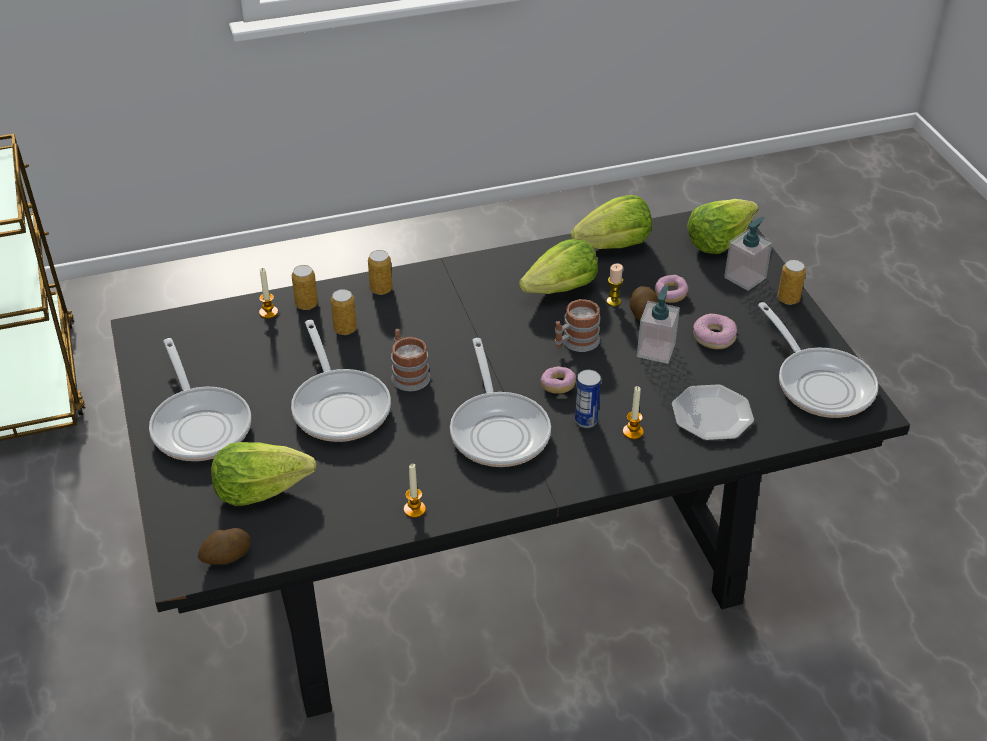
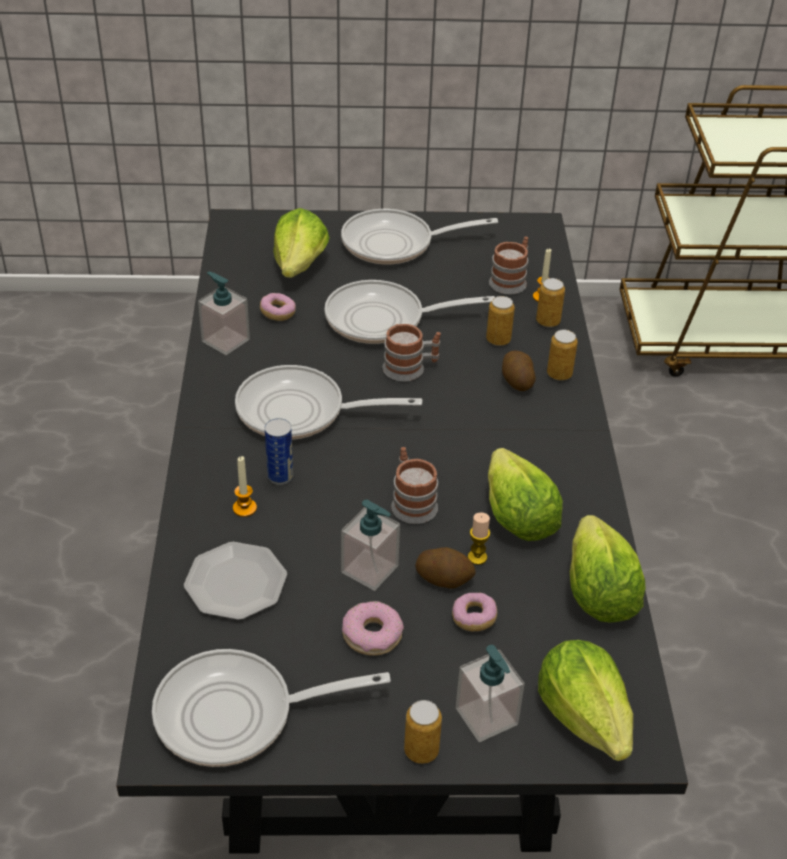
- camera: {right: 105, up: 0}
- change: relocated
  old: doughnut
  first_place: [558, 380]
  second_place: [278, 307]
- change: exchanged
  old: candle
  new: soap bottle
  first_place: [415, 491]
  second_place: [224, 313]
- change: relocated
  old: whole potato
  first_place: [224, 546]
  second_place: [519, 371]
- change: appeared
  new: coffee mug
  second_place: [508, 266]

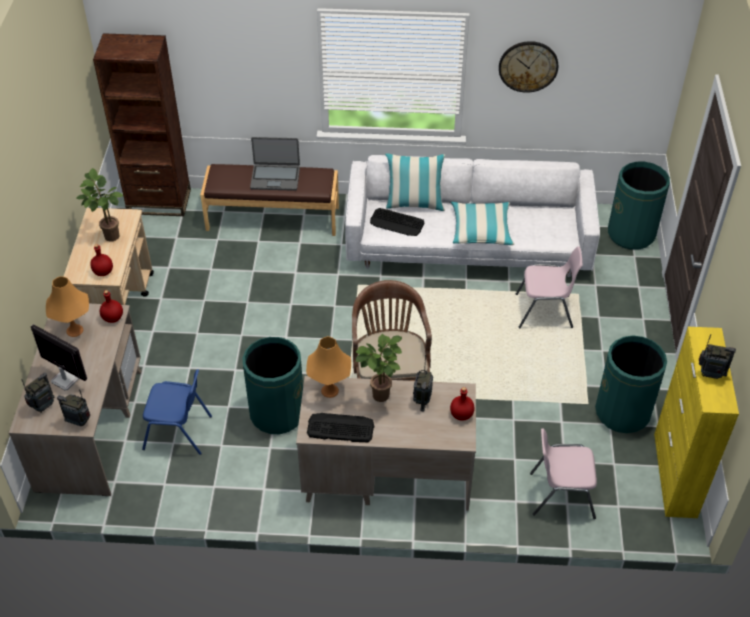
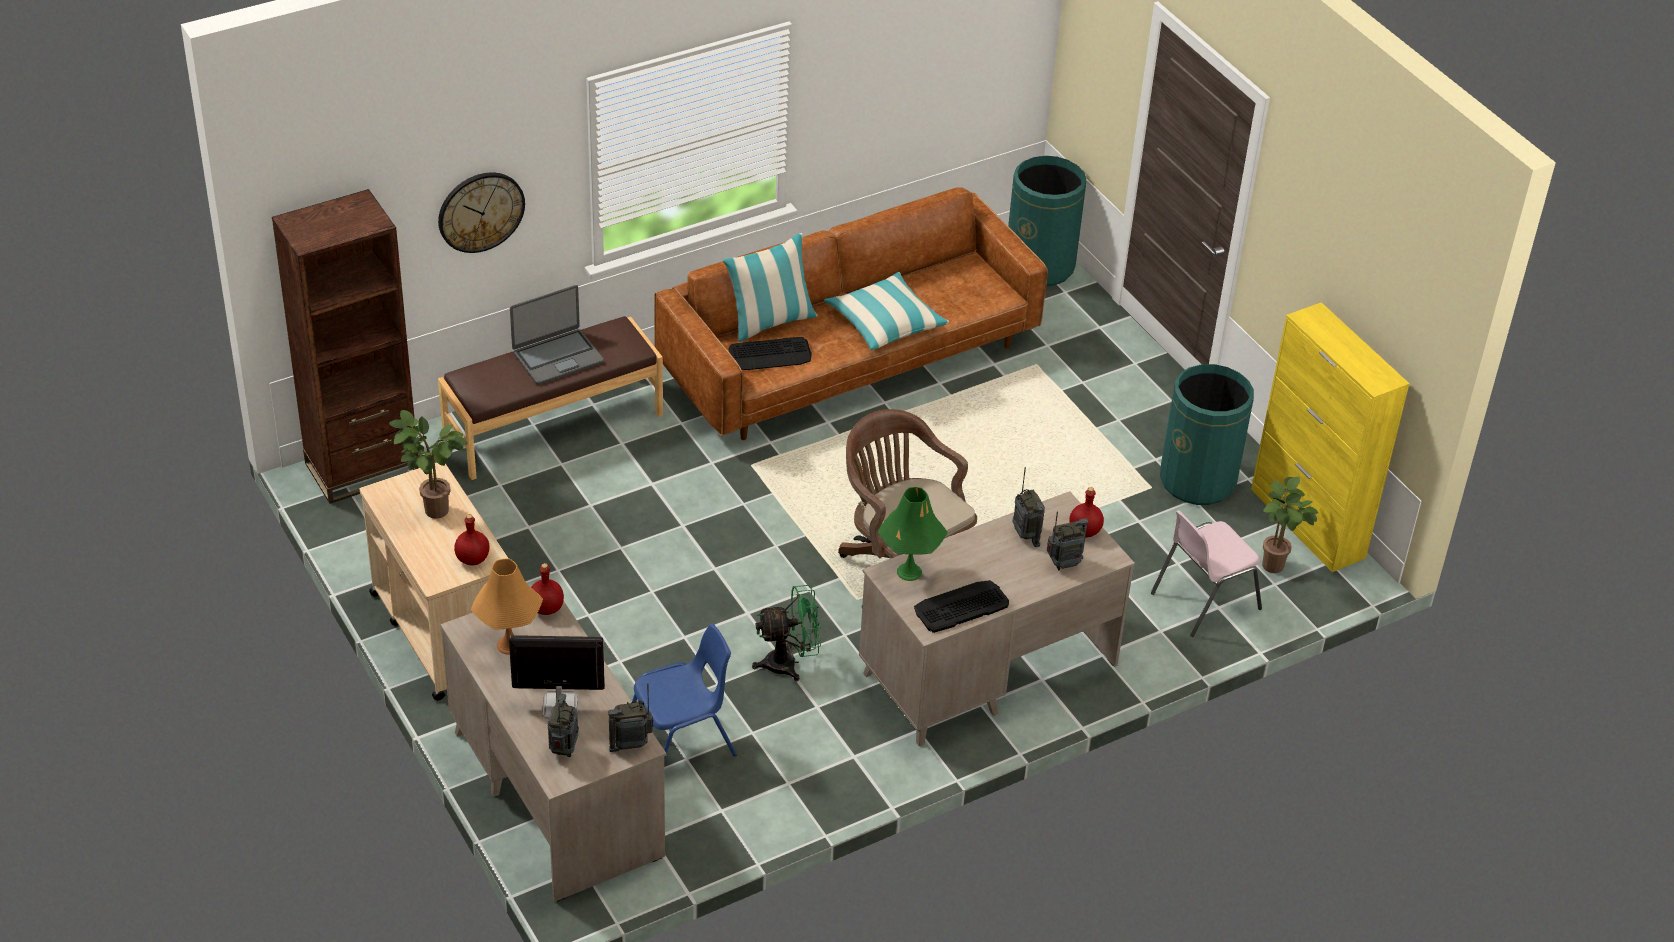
- camera: {right: -35, up: -5}
- change: relocated
  old: hanging clock
  first_place: [528, 67]
  second_place: [481, 213]
- change: colour
  old: white settee
  new: brown-coloured settee
  first_place: [472, 216]
  second_place: [851, 313]
- change: missing
  old: pink-coloured chair
  first_place: [549, 287]
- change: relocated
  old: potted plant
  first_place: [379, 368]
  second_place: [1290, 525]
- change: relocated
  old: radio
  first_place: [717, 356]
  second_place: [1067, 540]
- change: colour
  old: orange tabletop lamp
  new: greenish tabletop lamp
  first_place: [328, 367]
  second_place: [912, 534]
- change: exchanged
  old: greenish waste bin
  new: greenish electric fan
  first_place: [273, 385]
  second_place: [786, 633]

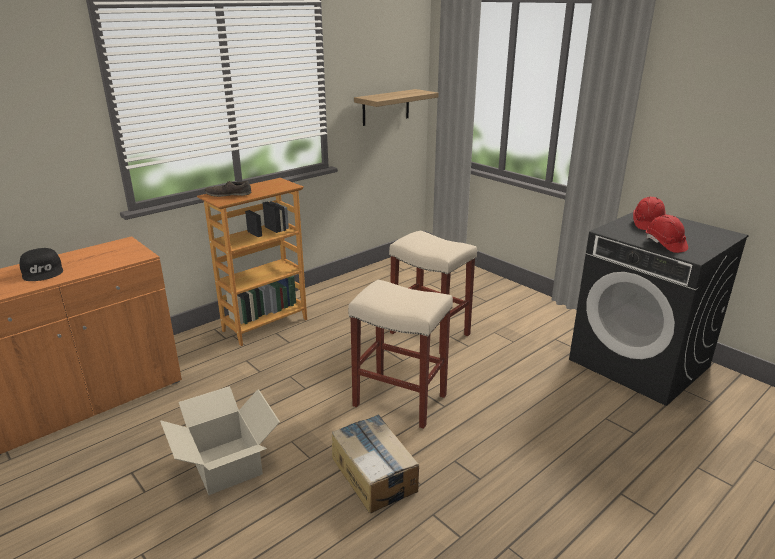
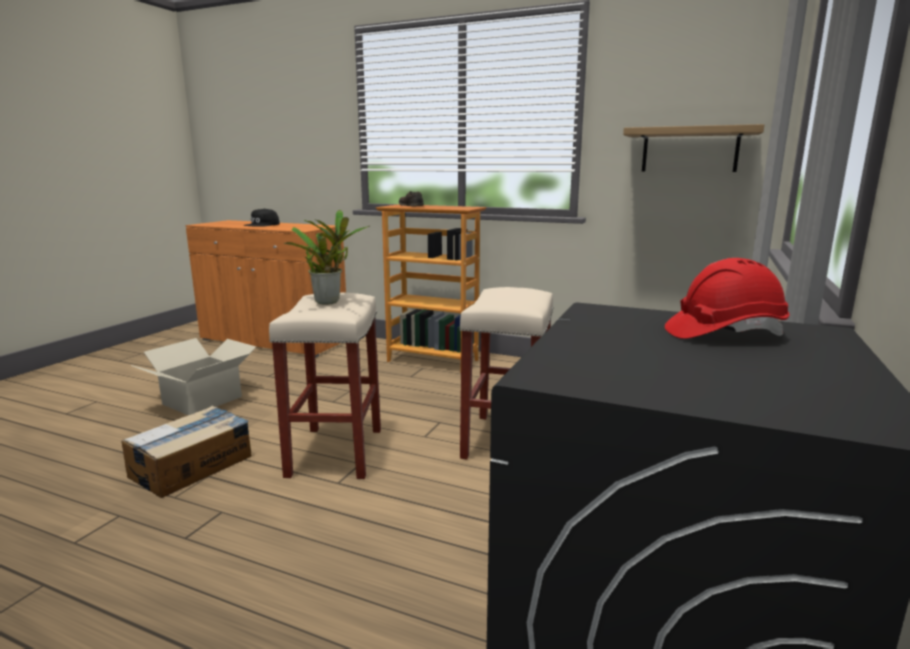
- camera: {right: 65, up: -10}
- change: missing
  old: red-coloured safety helmet
  first_place: [667, 234]
- change: appeared
  new: potted plant
  second_place: [326, 257]

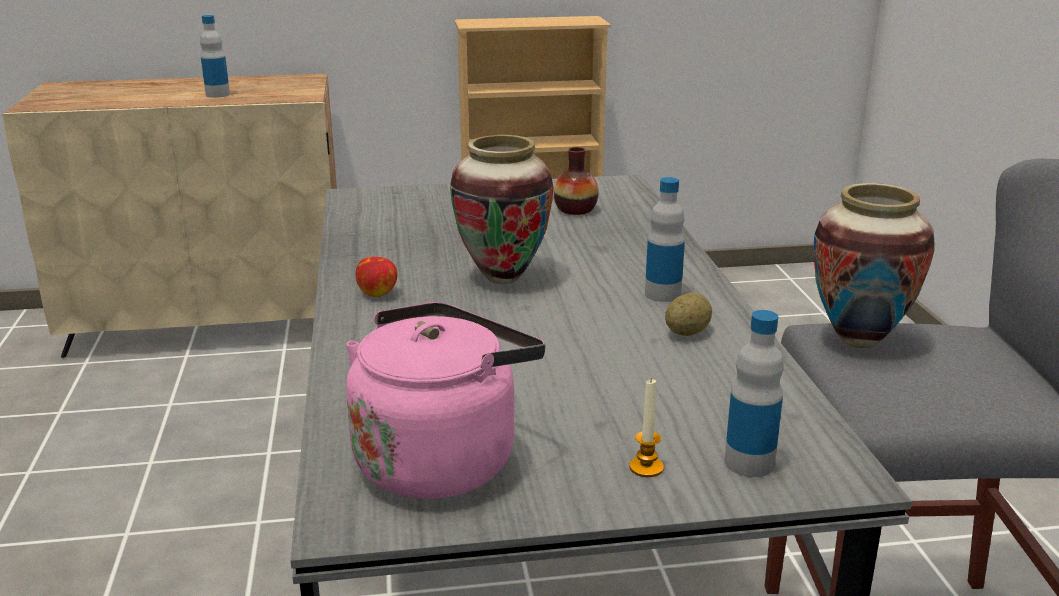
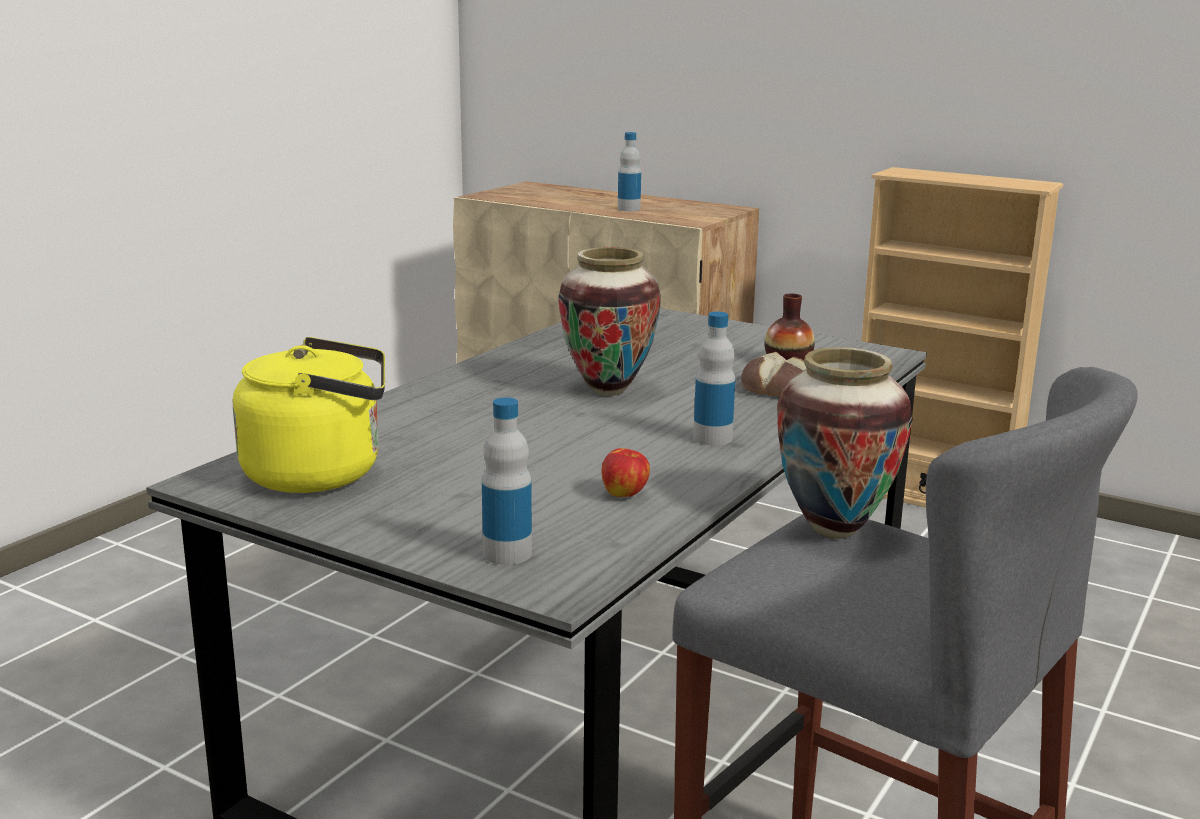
- camera: {right: 40, up: -5}
- change: relocated
  old: whole apple
  first_place: [377, 277]
  second_place: [625, 472]
- change: missing
  old: whole potato
  first_place: [688, 314]
- change: colour
  old: pink-coloured tea kettle
  new: yellow-coloured tea kettle
  first_place: [445, 400]
  second_place: [309, 415]
- change: missing
  old: candle
  first_place: [646, 427]
- change: appeared
  new: baked bread
  second_place: [774, 374]

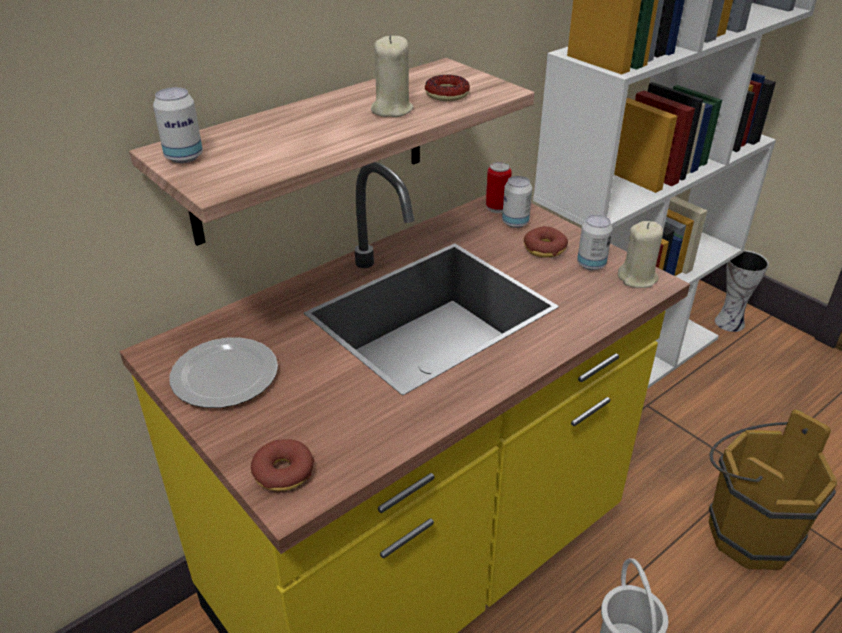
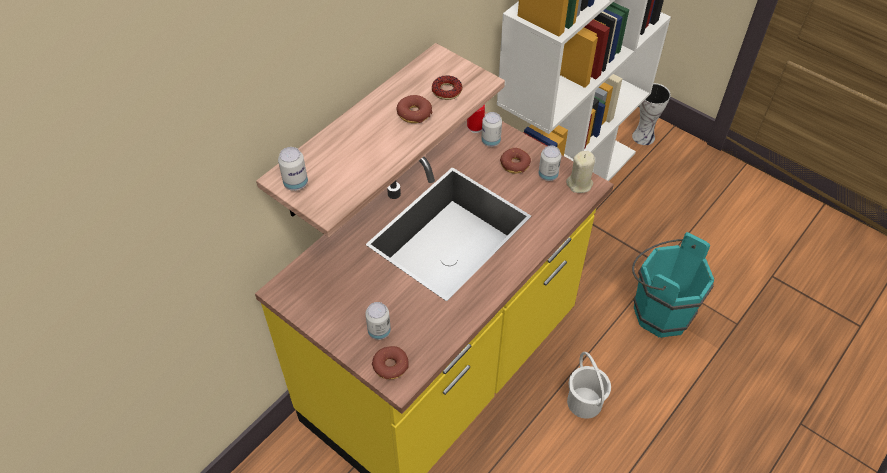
- camera: {right: -10, up: 15}
- change: exchanged
  old: sand-coloured candle
  new: doughnut
  first_place: [392, 76]
  second_place: [414, 109]
- change: missing
  old: flat dish
  first_place: [223, 372]
- change: colour
  old: brown-coloured pail
  new: turquoise-coloured pail
  first_place: [773, 489]
  second_place: [673, 285]
- change: appeared
  new: metal can
  second_place: [378, 321]

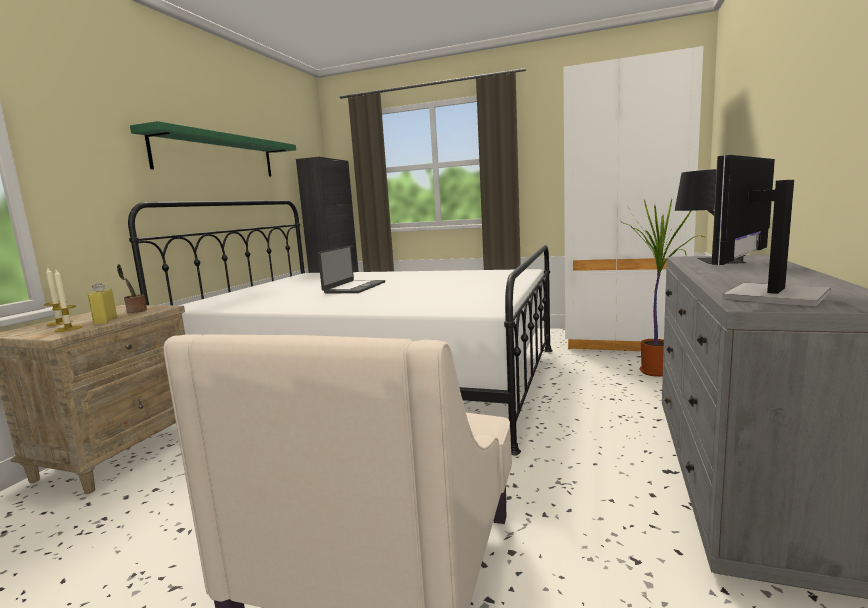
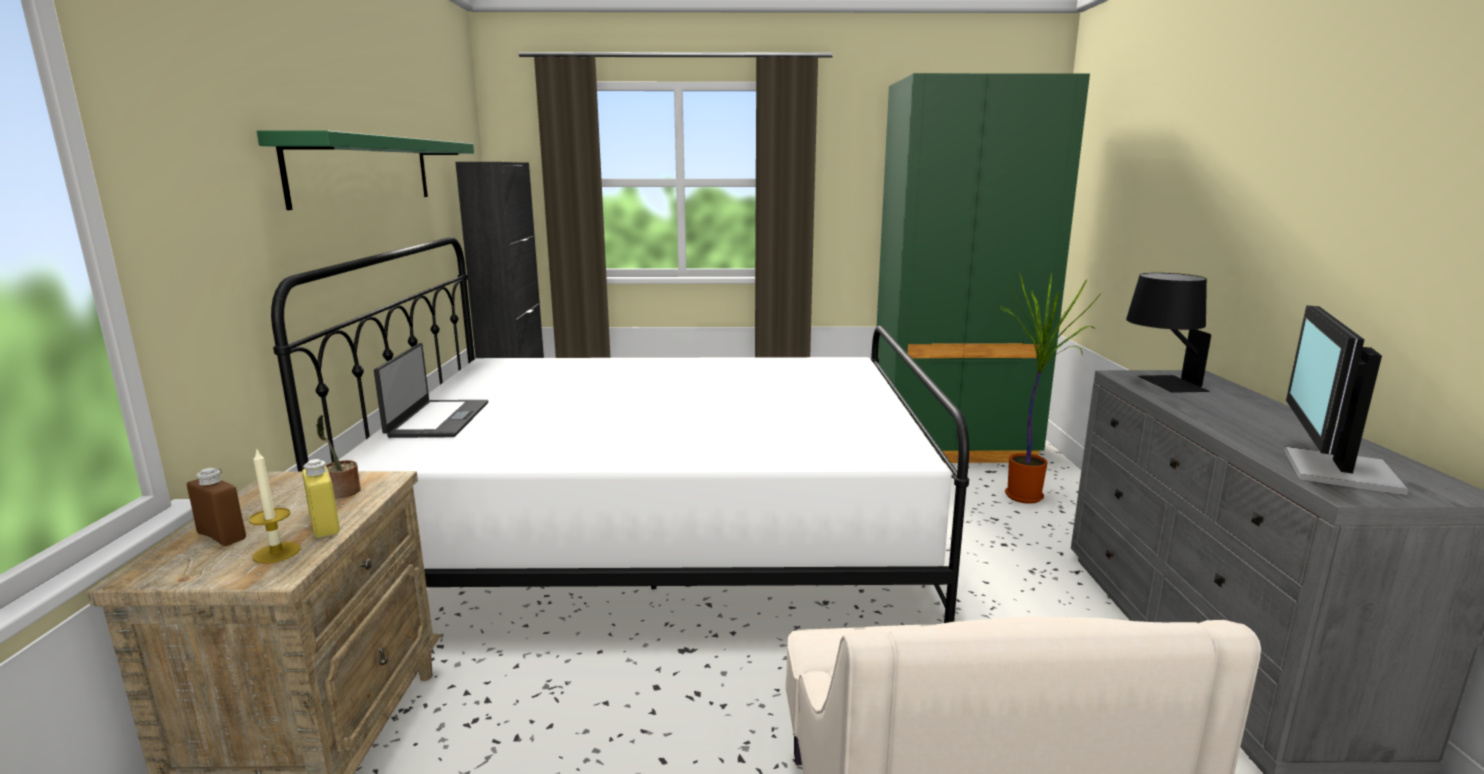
- camera: {right: -20, up: 5}
- change: colour
  old: white clothes cupboard
  new: greenish clothes cupboard
  first_place: [633, 198]
  second_place: [983, 268]
- change: relocated
  old: portable computer
  first_place: [351, 269]
  second_place: [431, 390]
- change: exchanged
  old: candle
  new: brown-coloured beverage bottle
  first_place: [58, 296]
  second_place: [216, 507]

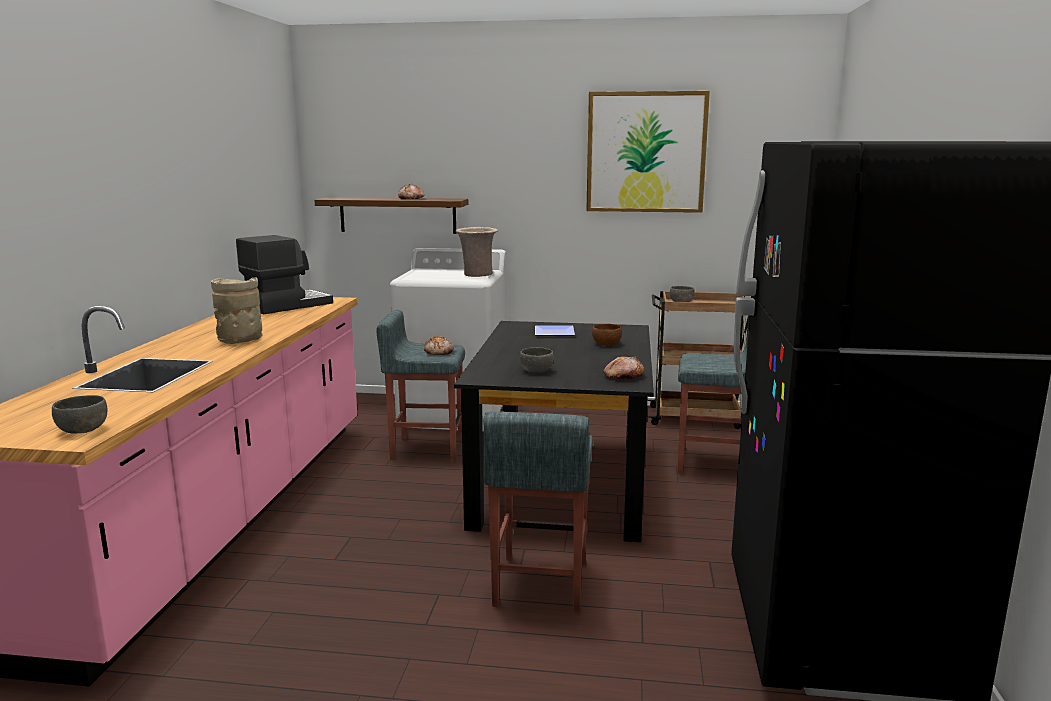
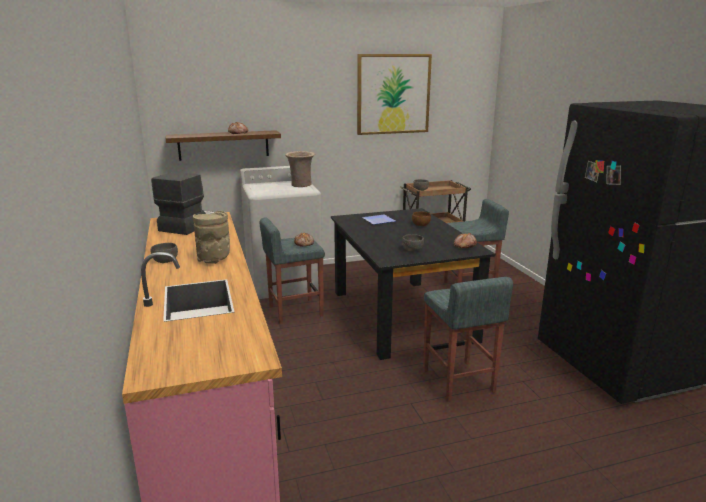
- camera: {right: -25, up: 5}
- change: relocated
  old: grey bowl
  first_place: [79, 414]
  second_place: [164, 253]

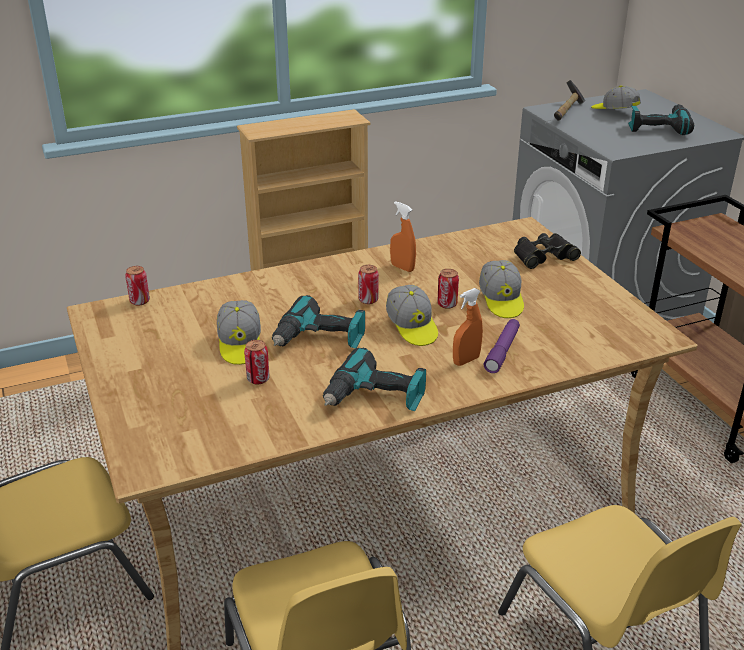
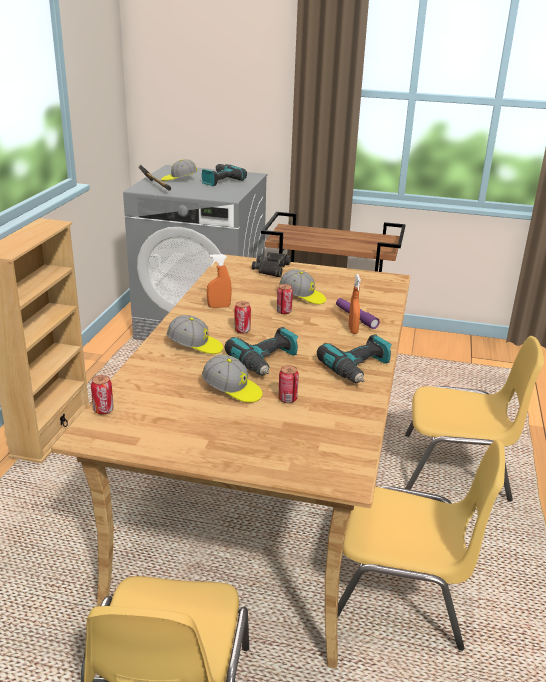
- camera: {right: -55, up: -5}
- change: relocated
  old: baseball cap
  first_place: [412, 315]
  second_place: [195, 334]

